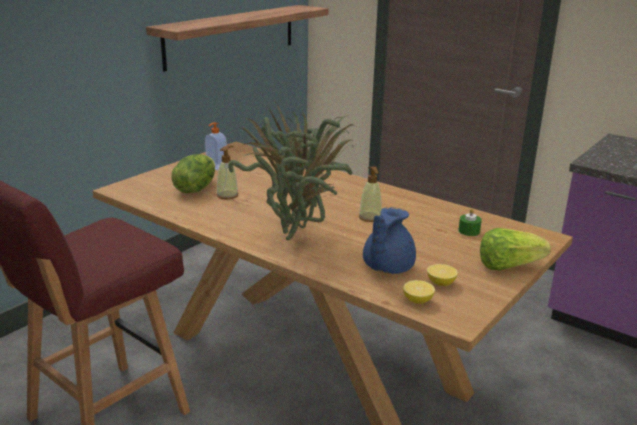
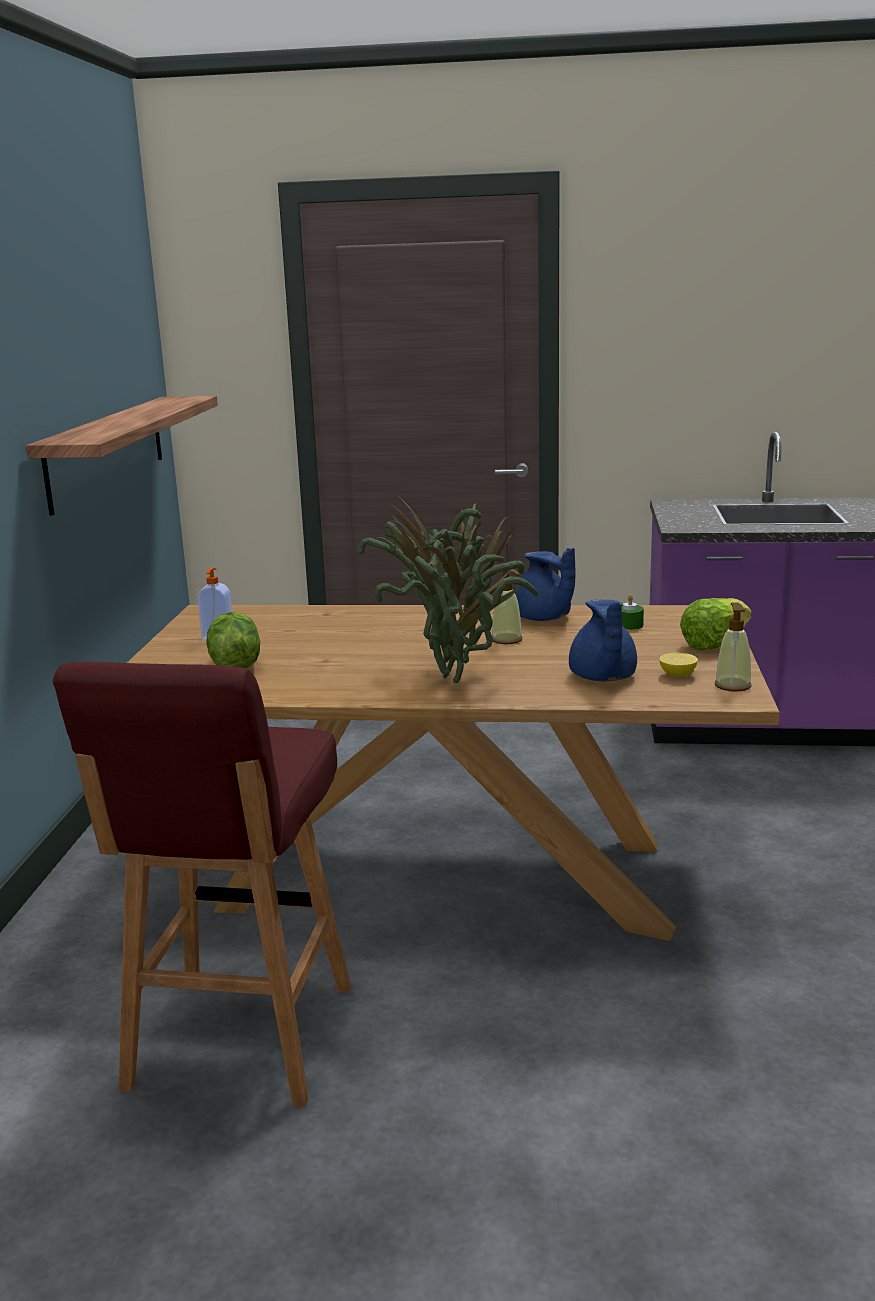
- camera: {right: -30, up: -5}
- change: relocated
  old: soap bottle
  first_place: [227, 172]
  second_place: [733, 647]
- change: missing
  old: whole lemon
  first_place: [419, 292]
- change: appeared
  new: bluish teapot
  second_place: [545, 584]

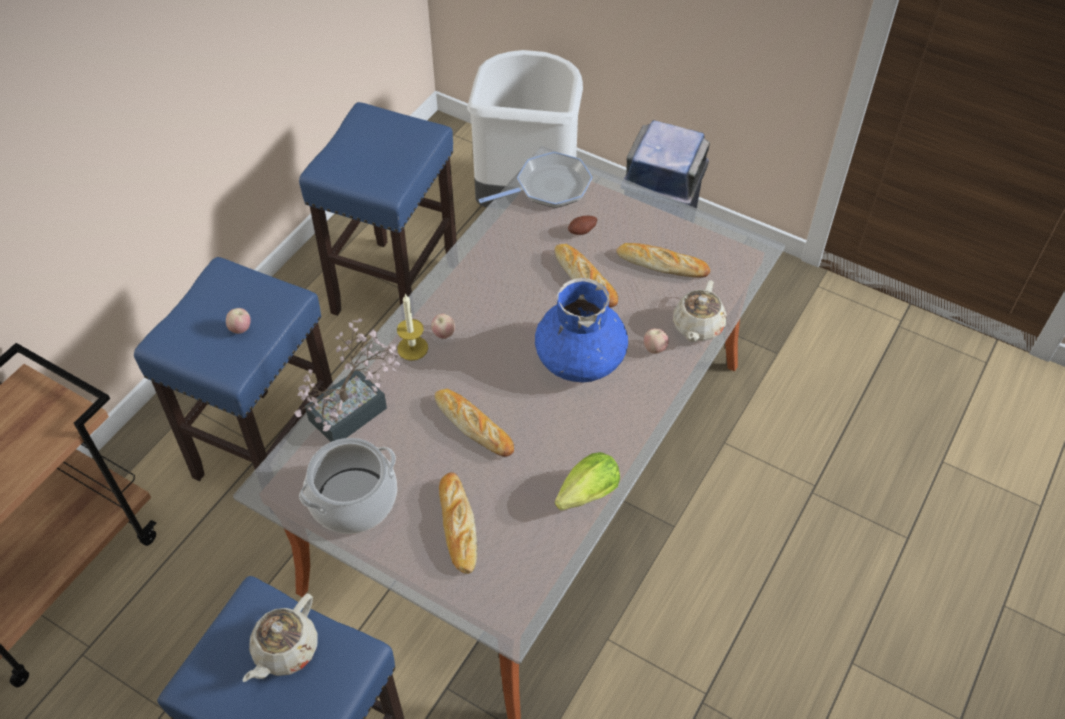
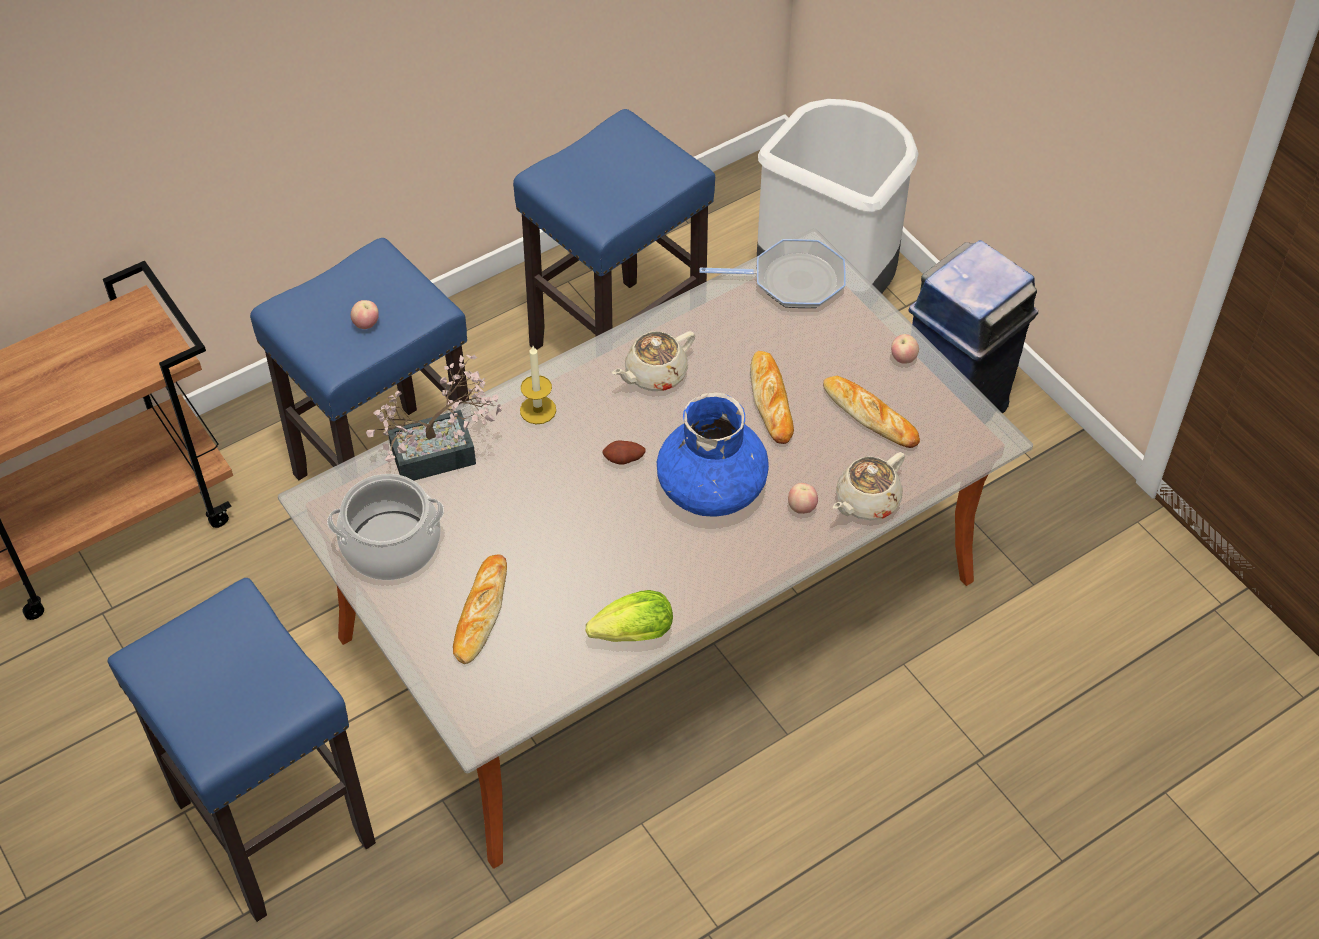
- camera: {right: 25, up: 0}
- change: relocated
  old: whole potato
  first_place: [582, 225]
  second_place: [624, 452]
- change: relocated
  old: whole apple
  first_place: [443, 326]
  second_place: [905, 349]
- change: missing
  old: baked bread
  first_place: [474, 423]
- change: relocated
  old: sand-coloured teapot
  first_place: [280, 637]
  second_place: [653, 361]

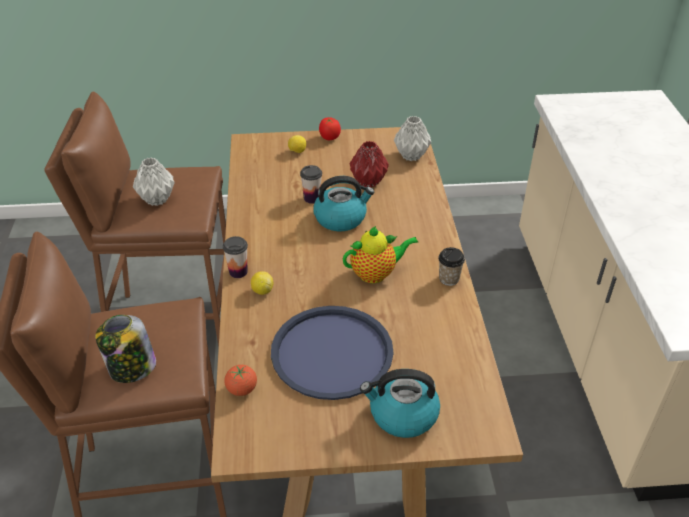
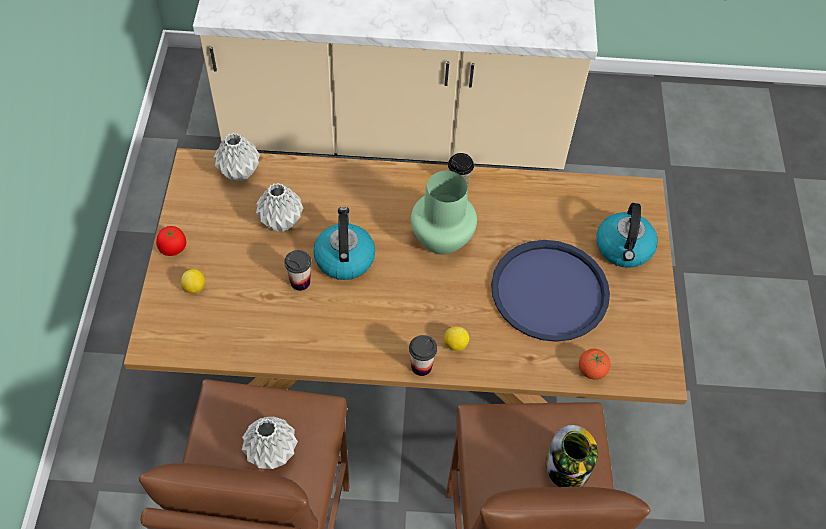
- camera: {right: -85, up: 15}
- change: colour
  old: red-coloured decorative vase
  new: grey decorative vase
  first_place: [369, 164]
  second_place: [279, 207]
- change: exchanged
  old: teapot
  new: greenish decorative vase
  first_place: [380, 254]
  second_place: [444, 213]

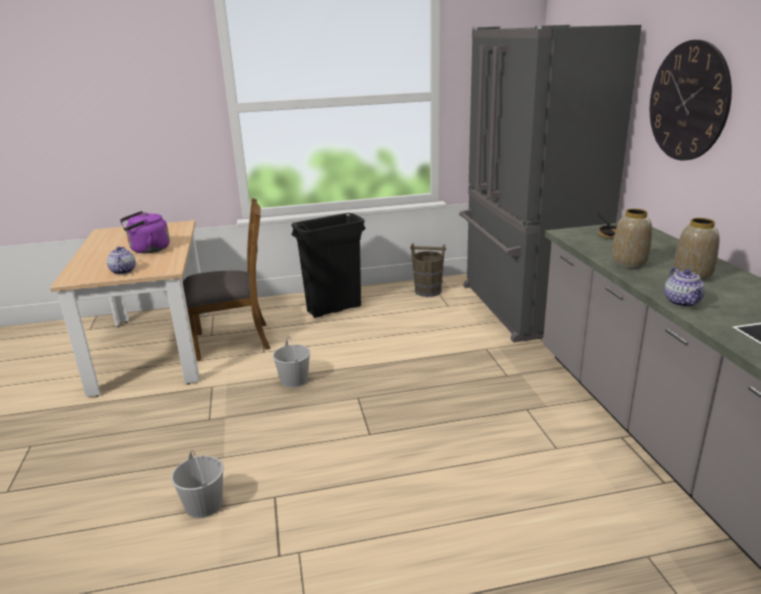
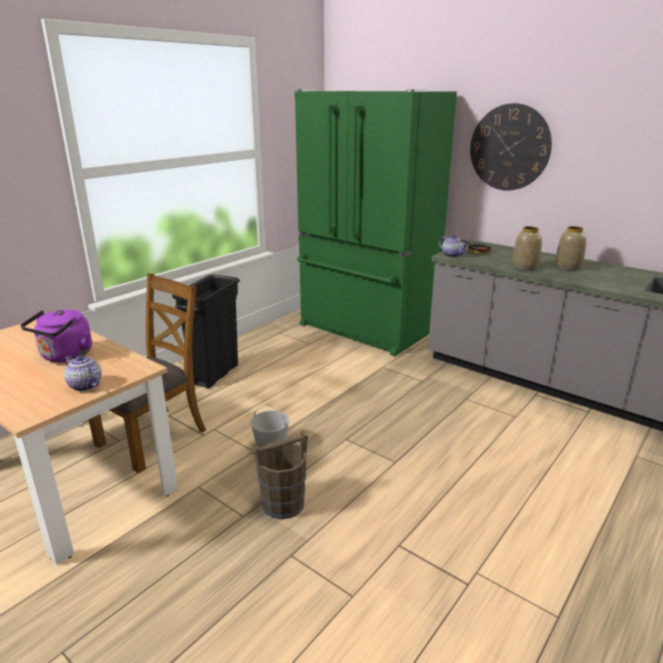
- camera: {right: -40, up: 0}
- change: colour
  old: grey refrigerator
  new: greenish refrigerator
  first_place: [550, 183]
  second_place: [375, 222]
- change: relocated
  old: brown-coloured pail
  first_place: [428, 270]
  second_place: [280, 474]
- change: relocated
  old: teapot
  first_place: [684, 287]
  second_place: [453, 246]
- change: missing
  old: white pail
  first_place: [197, 484]

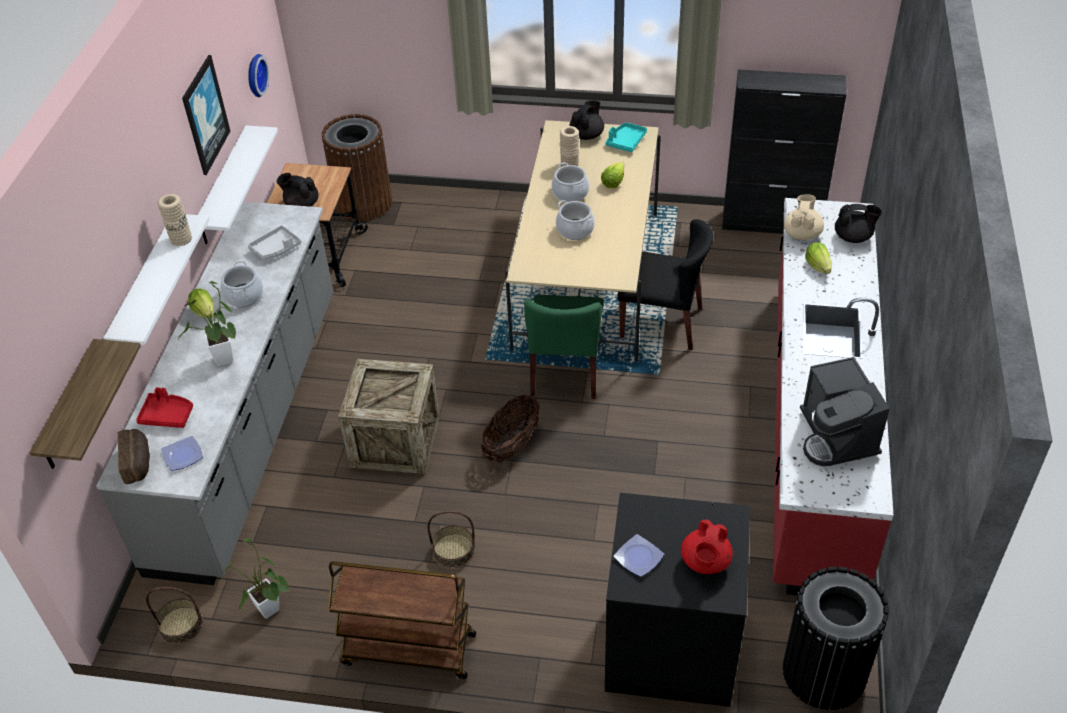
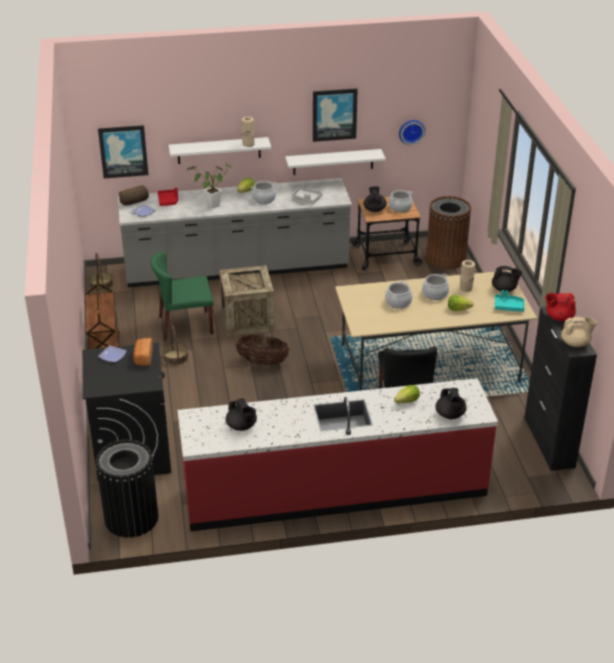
- camera: {right: 70, up: -10}
- change: relocated
  old: sand-coloured teapot
  first_place: [804, 217]
  second_place: [579, 332]
- change: relocated
  old: greenish chair
  first_place: [563, 347]
  second_place: [182, 296]
- change: exchanged
  old: bracket shelf
  new: wall picture
  first_place: [85, 404]
  second_place: [123, 152]
- change: exchanged
  old: coffee machine
  new: black-coloured teapot
  first_place: [845, 411]
  second_place: [241, 414]
- change: relocated
  old: red-coloured teapot
  first_place: [707, 547]
  second_place: [560, 307]
- change: missing
  old: potted plant
  first_place: [257, 578]
- change: appeared
  new: cooking pot
  second_place: [401, 201]
- change: appeared
  new: baked bread
  second_place: [143, 352]

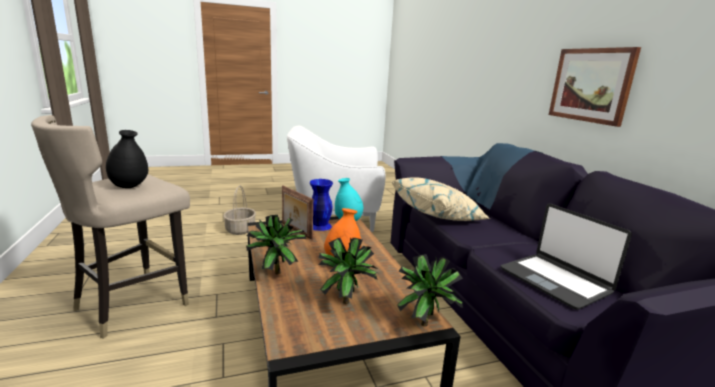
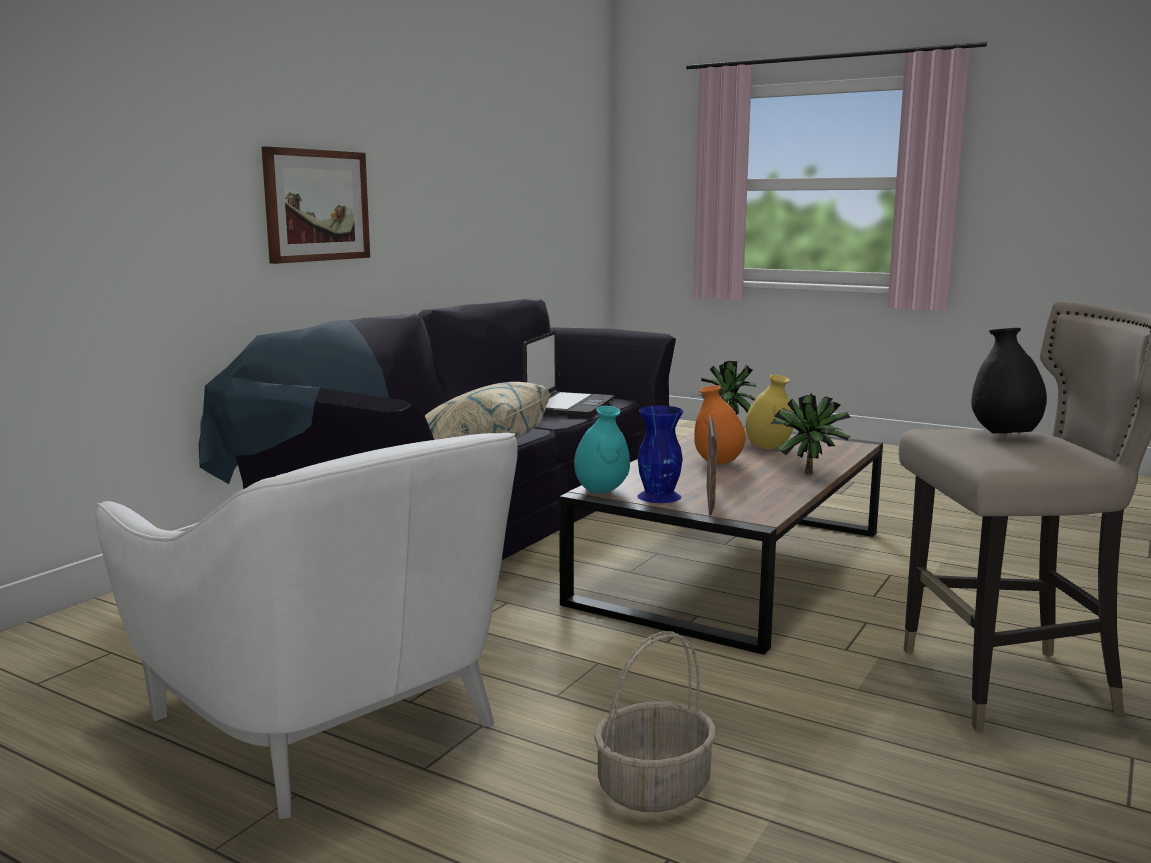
- camera: {right: -130, up: -5}
- change: exchanged
  old: potted plant
  new: yellow-coloured decorative vase
  first_place: [349, 271]
  second_place: [769, 412]

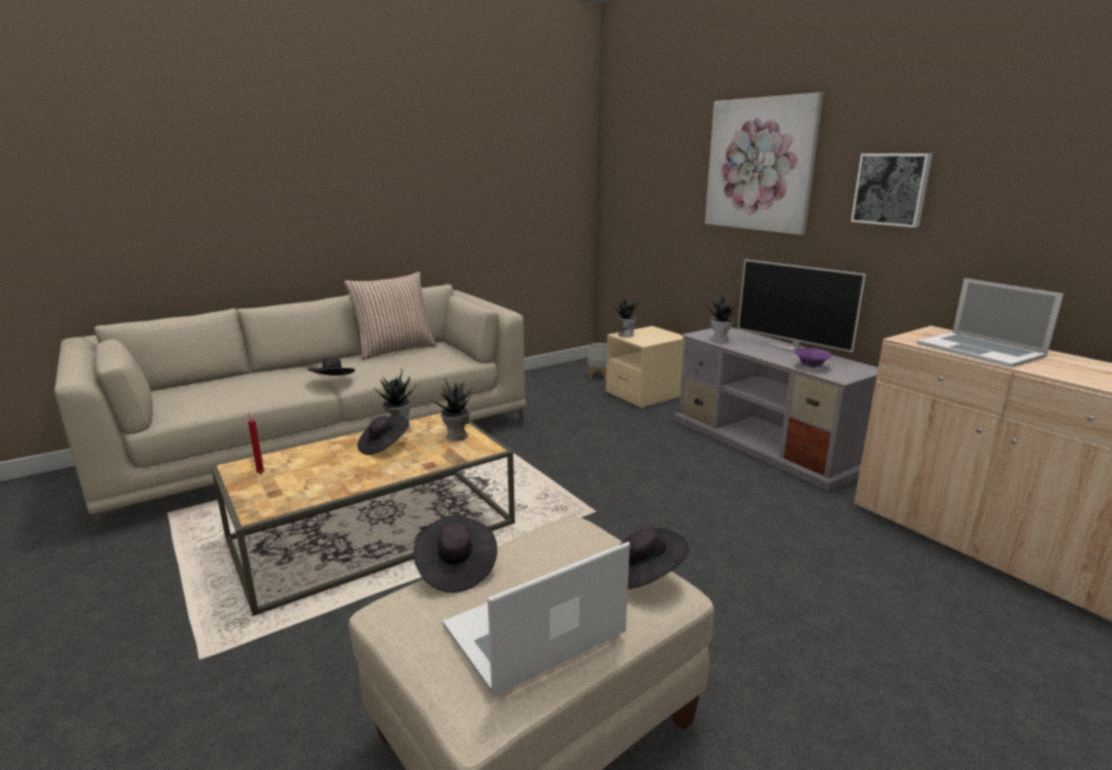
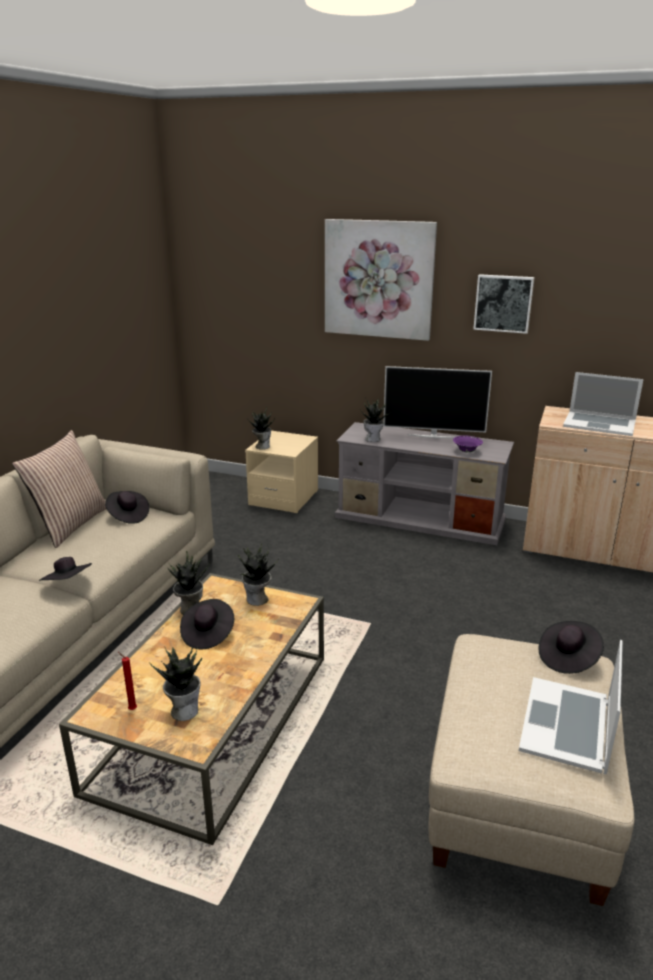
- camera: {right: -35, up: 5}
- change: missing
  old: grey flower pot
  first_place: [597, 361]
- change: relocated
  old: black-coloured clothing hat
  first_place: [455, 554]
  second_place: [127, 507]
- change: appeared
  new: potted plant
  second_place: [175, 684]

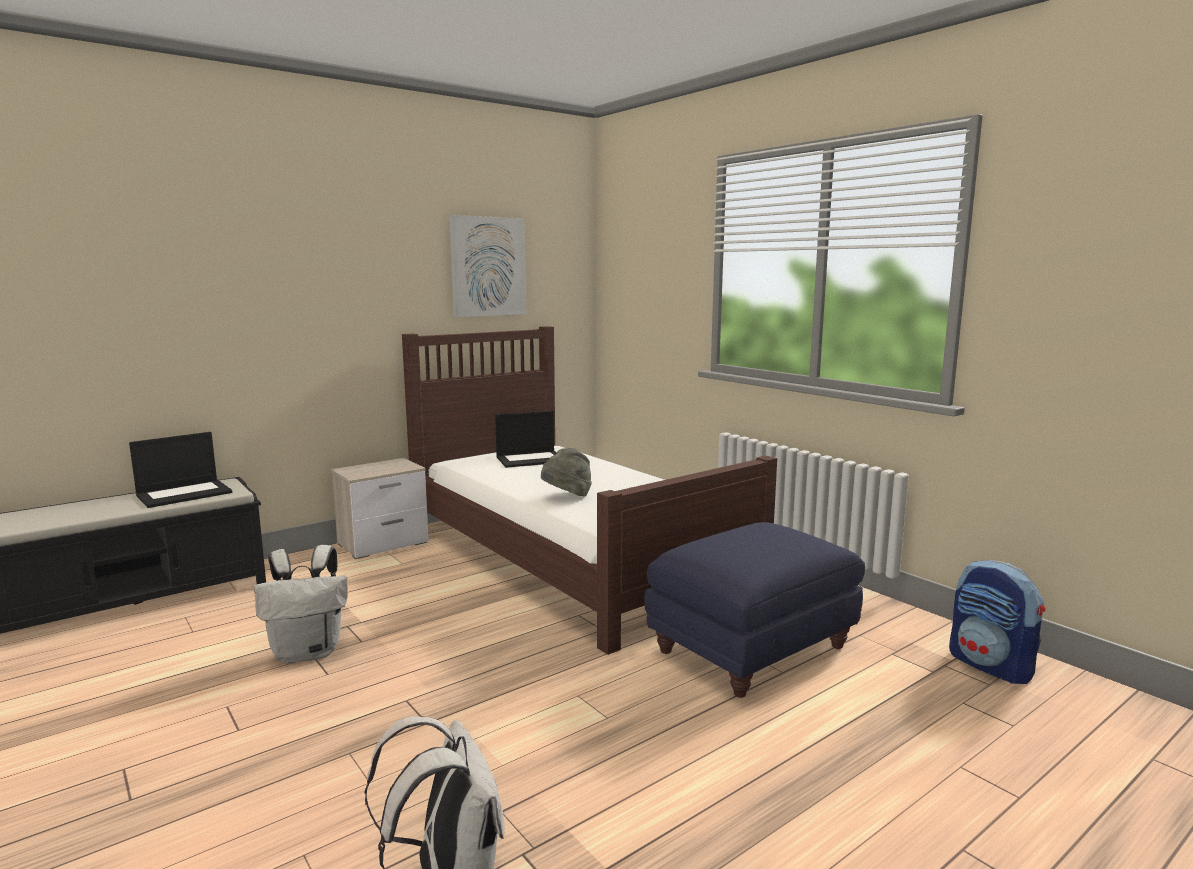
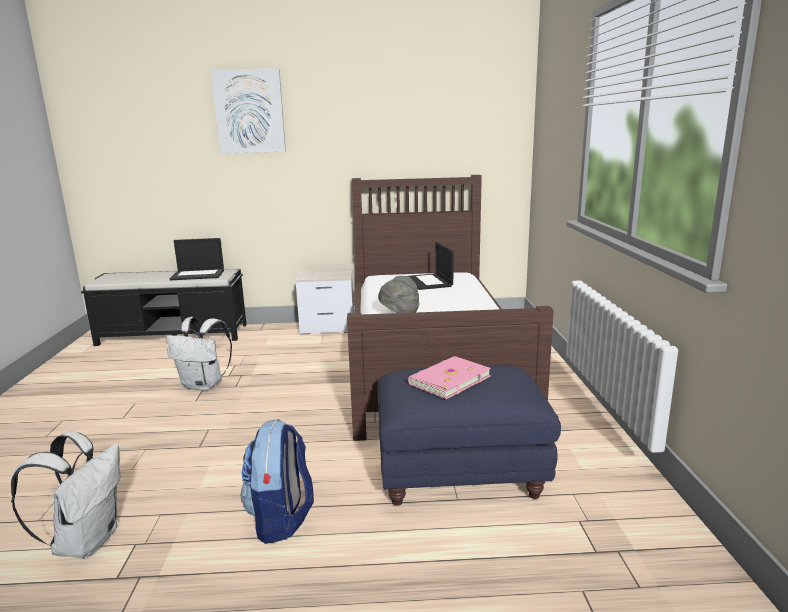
- camera: {right: 35, up: 5}
- change: relocated
  old: wall picture
  first_place: [487, 266]
  second_place: [248, 110]
- change: spun
  old: portable computer
  first_place: [526, 439]
  second_place: [431, 266]
  degrees: 60
- change: relocated
  old: rucksack
  first_place: [997, 622]
  second_place: [277, 481]
- change: appeared
  new: pink-coloured bound book
  second_place: [449, 377]

